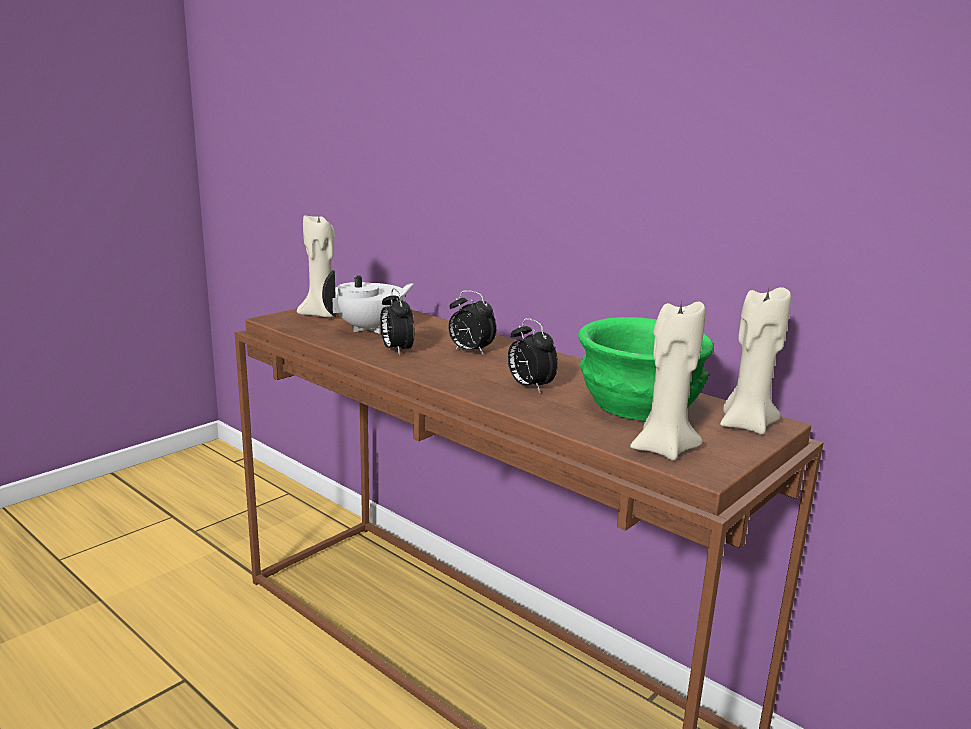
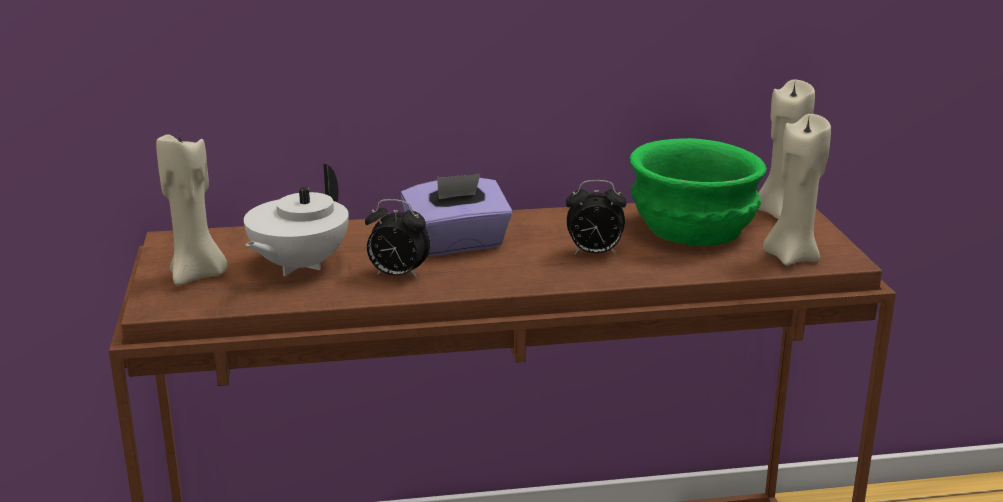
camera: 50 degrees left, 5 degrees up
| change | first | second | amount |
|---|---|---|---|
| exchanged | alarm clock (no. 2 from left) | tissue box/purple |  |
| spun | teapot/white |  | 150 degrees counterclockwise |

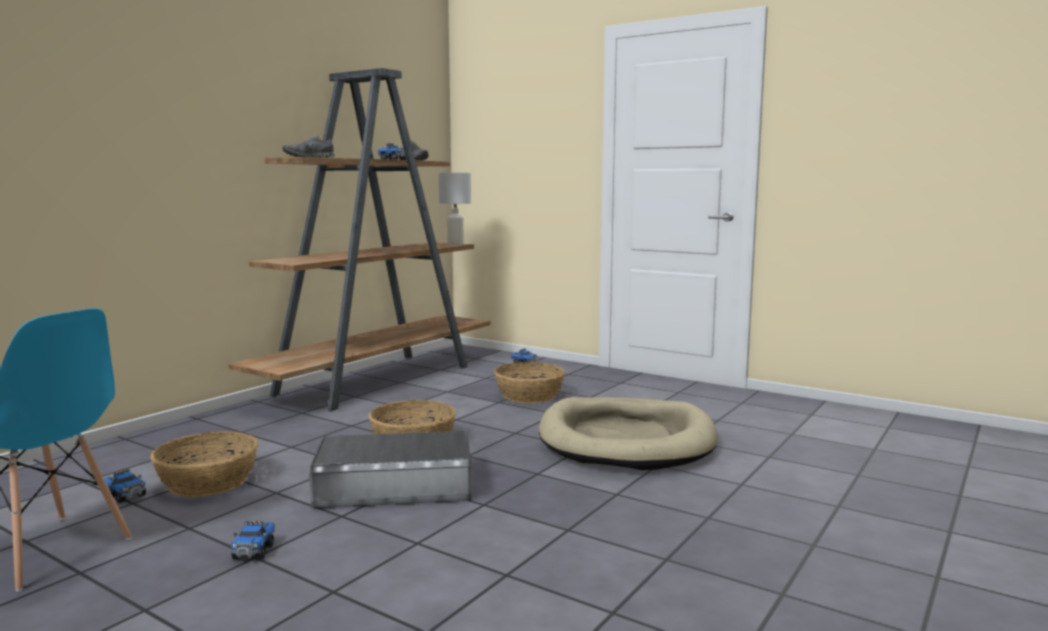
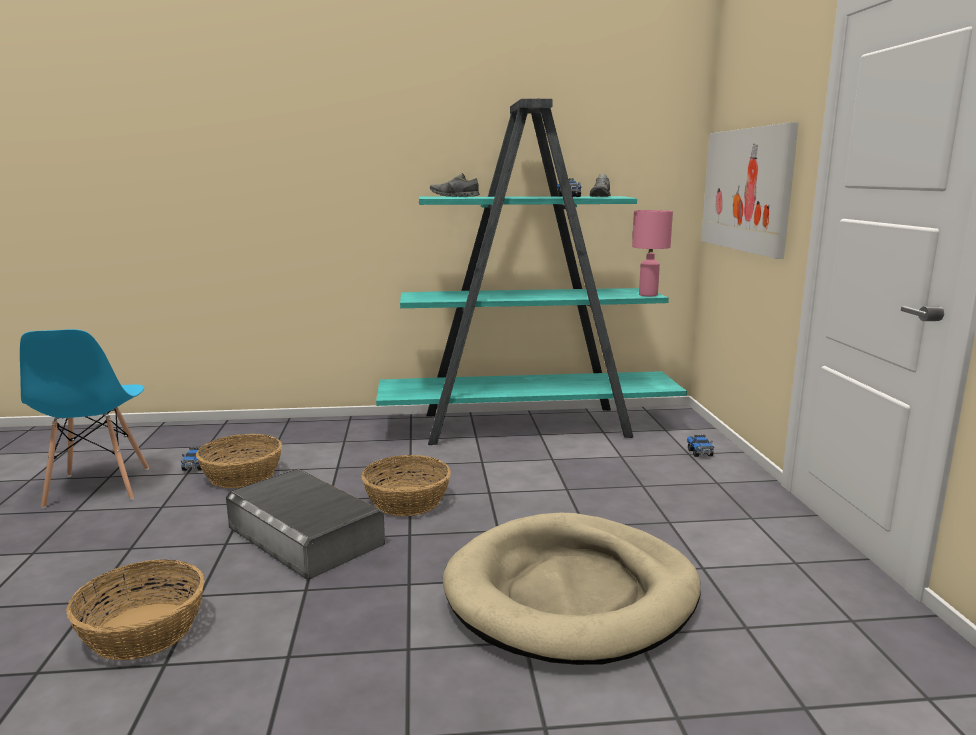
camera: 50 degrees right, 5 degrees up
| change | first | second | amount |
|---|---|---|---|
| missing | toy truck (no. 2 from left) |  |  |
| appeared |  | picture |  |
| relocated | basket (no. 3 from left in the first image) | basket (no. 1 from left) |  |
| colour | bookcase/brown | bookcase/turquoise |  |
| colour | table lamp/white | table lamp/pink |  |

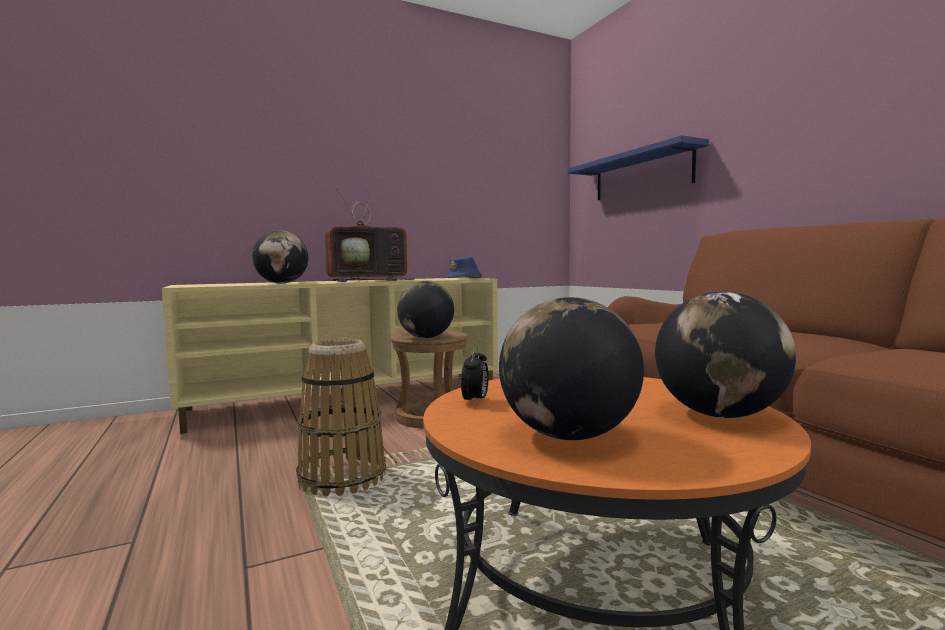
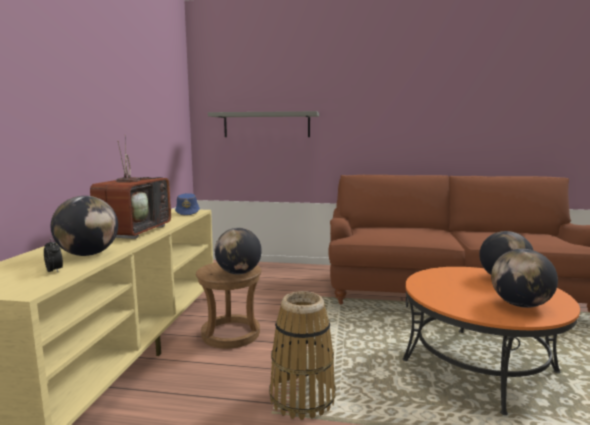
camera: 55 degrees left, 5 degrees up
| change | first | second | amount |
|---|---|---|---|
| relocated | alarm clock |  |  |
| colour | shelf/blue | shelf/grey |  |

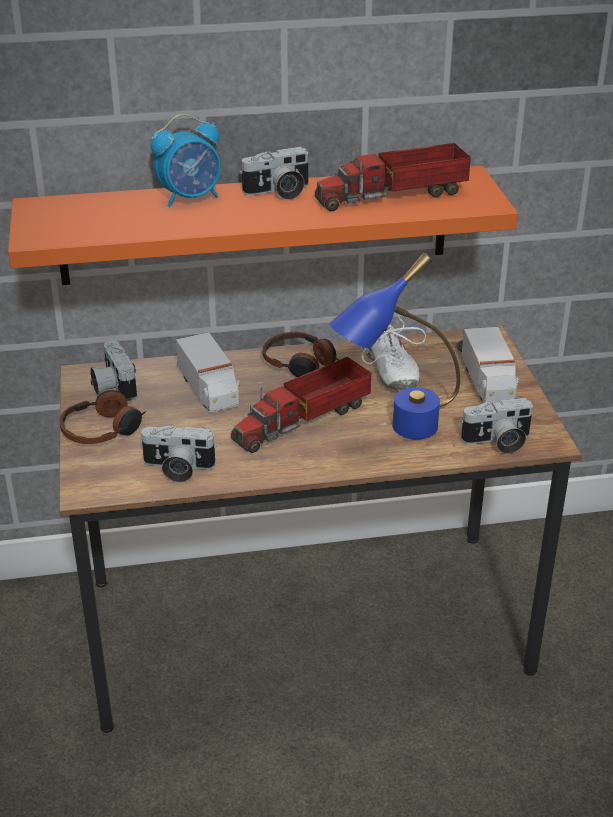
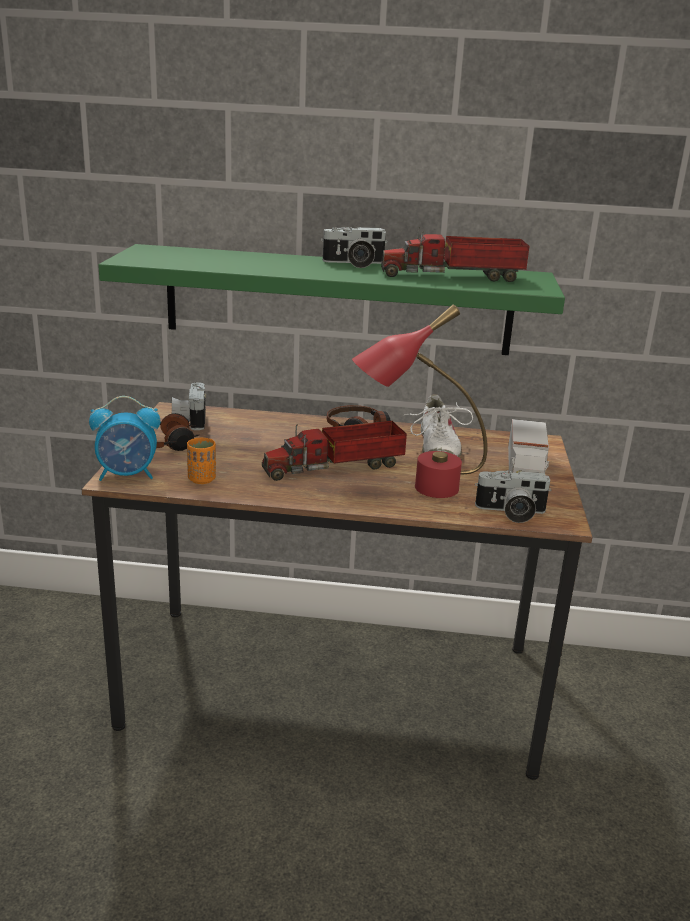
camera: 15 degrees right, 10 degrees down
| change | first | second | amount |
|---|---|---|---|
| missing | toy truck (no. 1 from left) |  |  |
| relocated | alarm clock |  |  |
| exchanged | photo camera (no. 2 from left) | cup/orange |  |
| colour | shelf/orange | shelf/green |  |
| colour | table lamp/blue | table lamp/red |  |

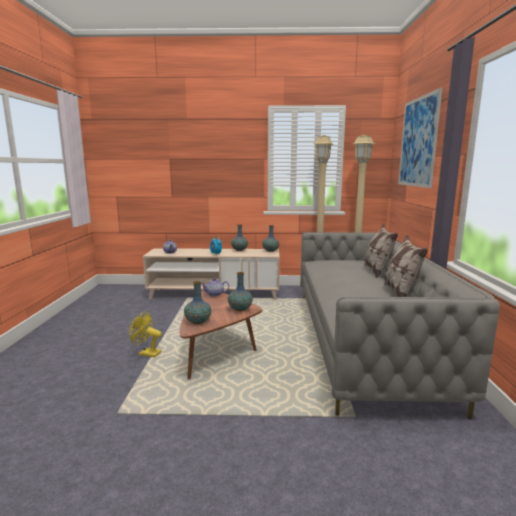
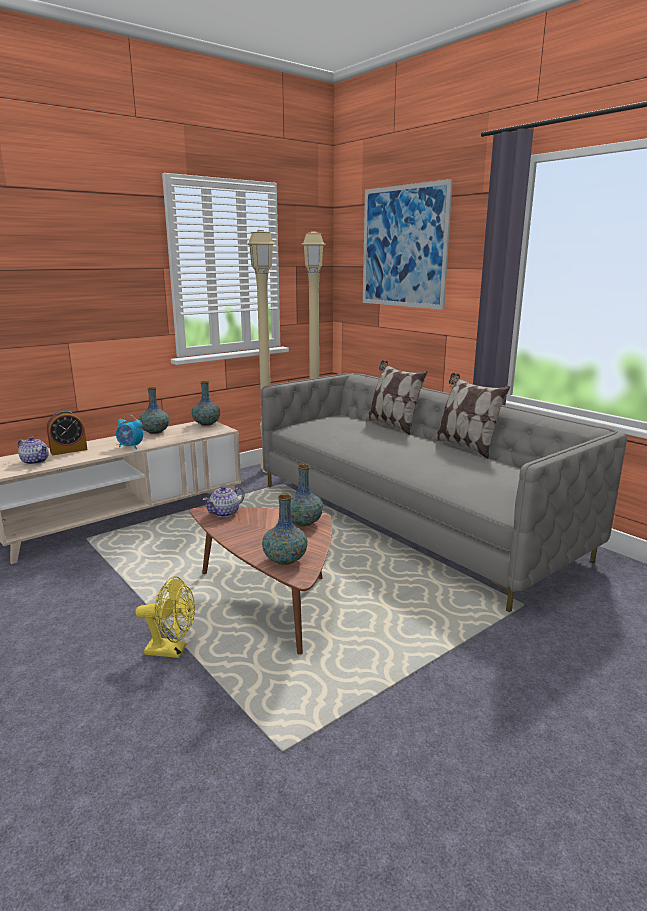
camera: 40 degrees left, 5 degrees up
| change | first | second | amount |
|---|---|---|---|
| appeared |  | alarm clock (no. 1 from left) |  |
| spun | fan/yellow |  | 150 degrees counterclockwise |

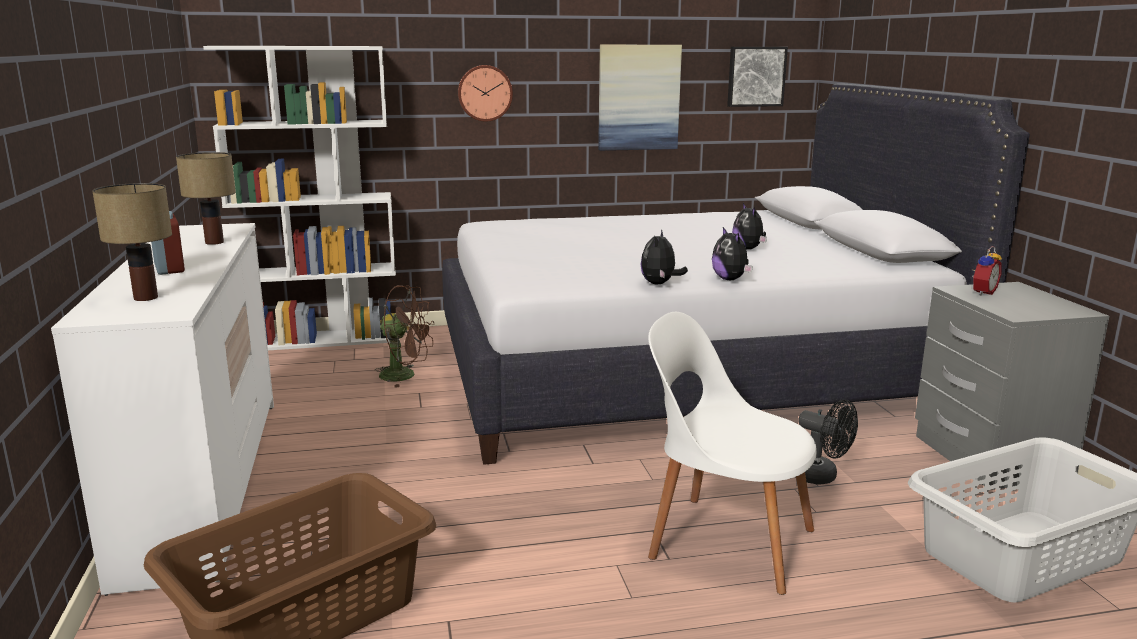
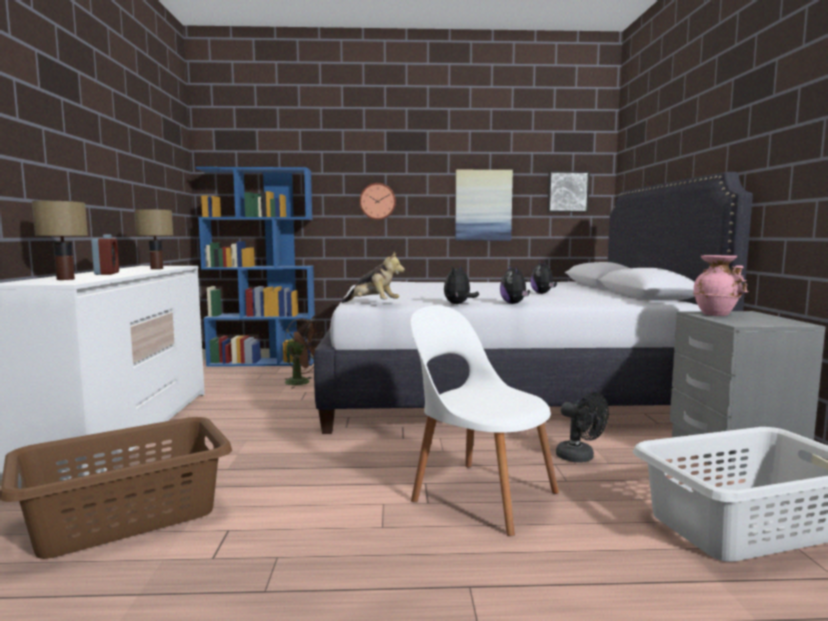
camera: 10 degrees right, 10 degrees down
| change | first | second | amount |
|---|---|---|---|
| appeared |  | plush toy (no. 1 from left) |  |
| exchanged | alarm clock (no. 2 from left) | vase/pink |  |
| colour | bookcase/white | bookcase/blue |  |

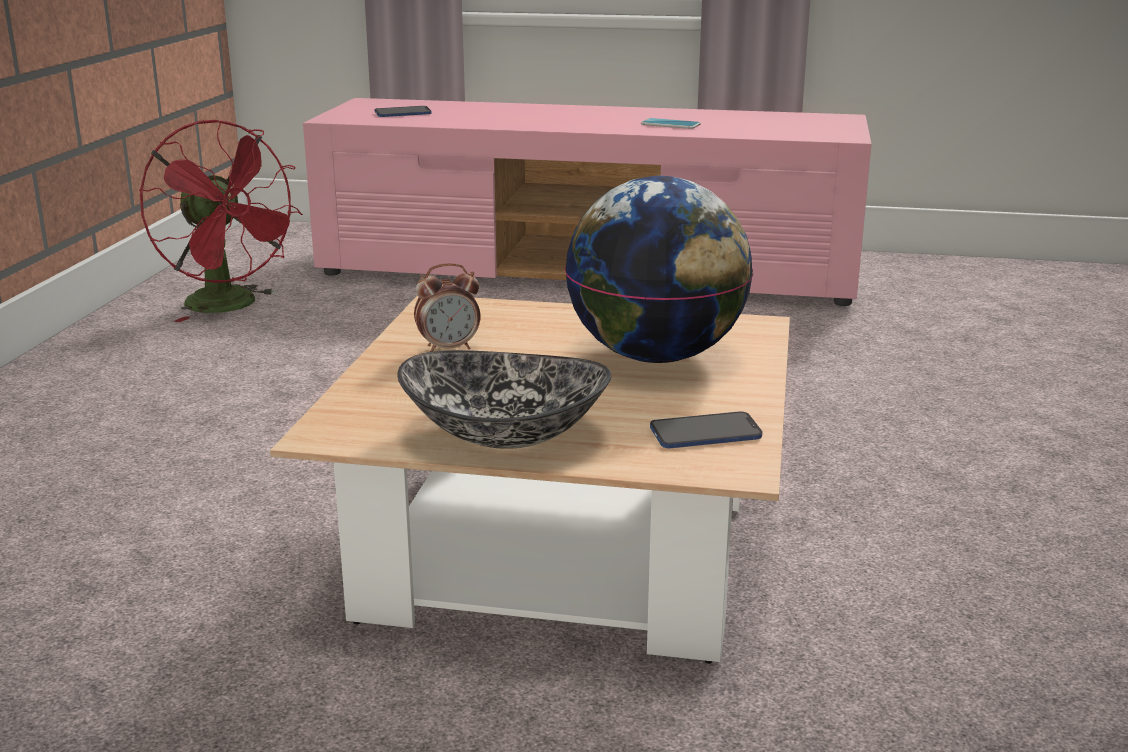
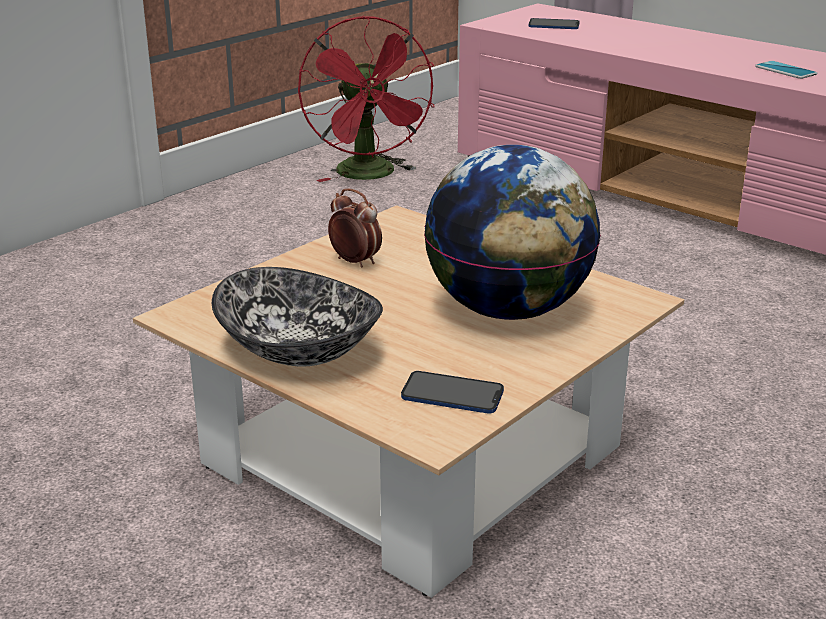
camera: 30 degrees right, 5 degrees up
| change | first | second | amount |
|---|---|---|---|
| spun | alarm clock |  | 150 degrees counterclockwise |

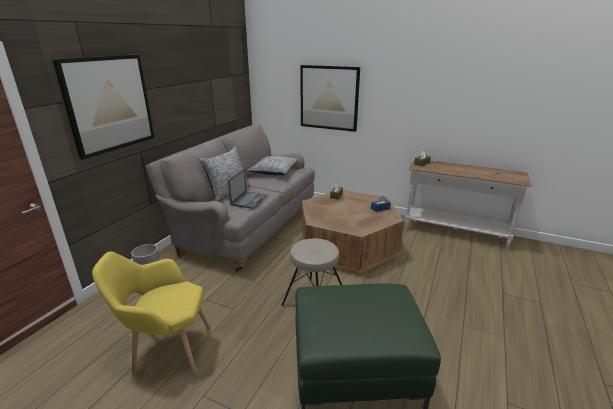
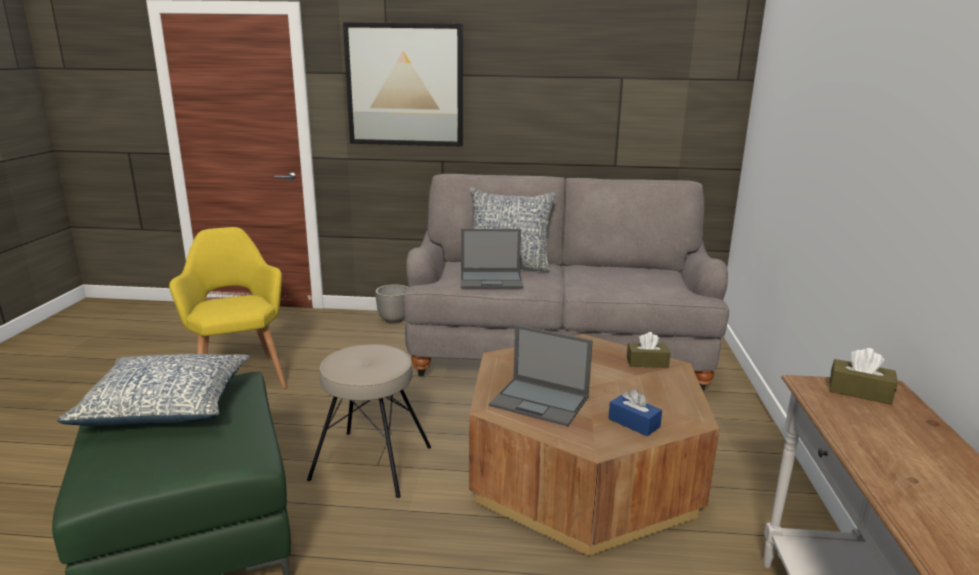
camera: 70 degrees right, 5 degrees down
| change | first | second | amount |
|---|---|---|---|
| missing | picture (no. 2 from left) |  |  |
| appeared |  | laptop (no. 2 from left) |  |
| relocated | pillow (no. 2 from left in the first image) | pillow (no. 1 from left) |  |

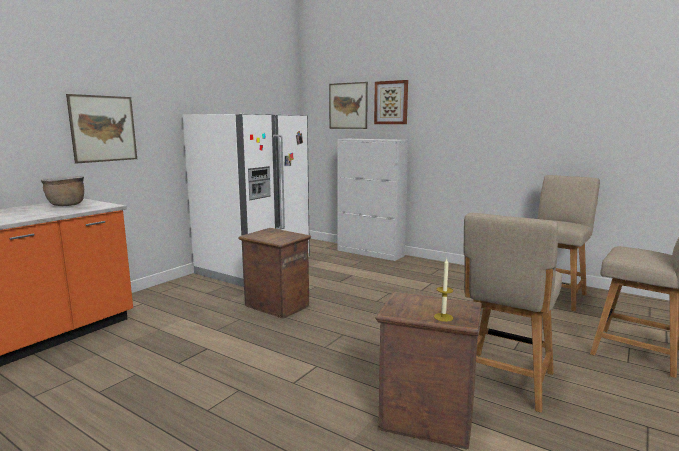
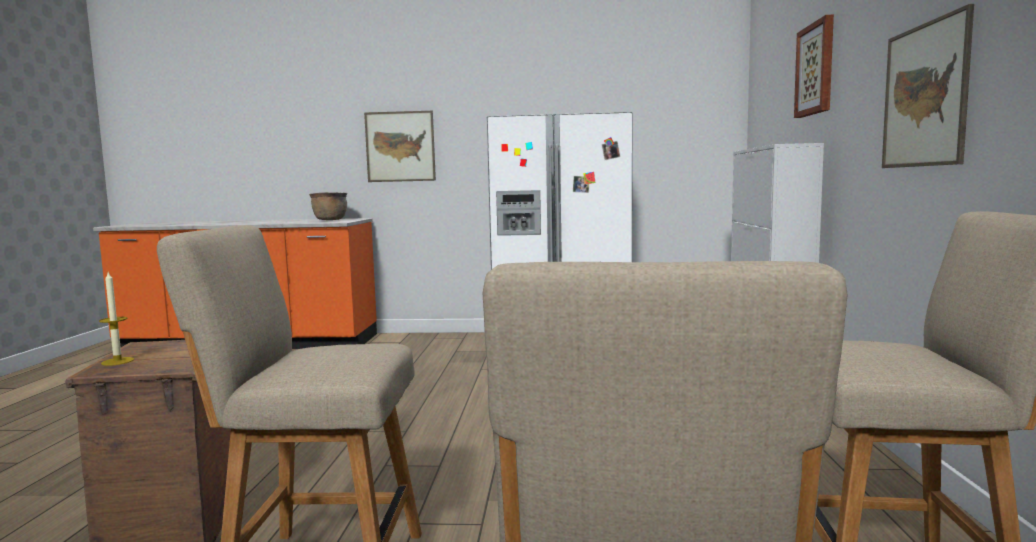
camera: 60 degrees right, 5 degrees down
| change | first | second | amount |
|---|---|---|---|
| missing | crate (no. 1 from left) |  |  |
| relocated | picture (no. 2 from left in the first image) | picture (no. 3 from left) |  |

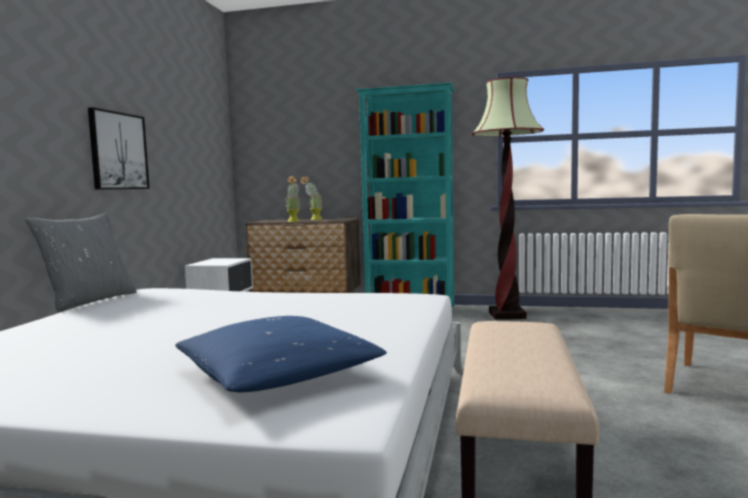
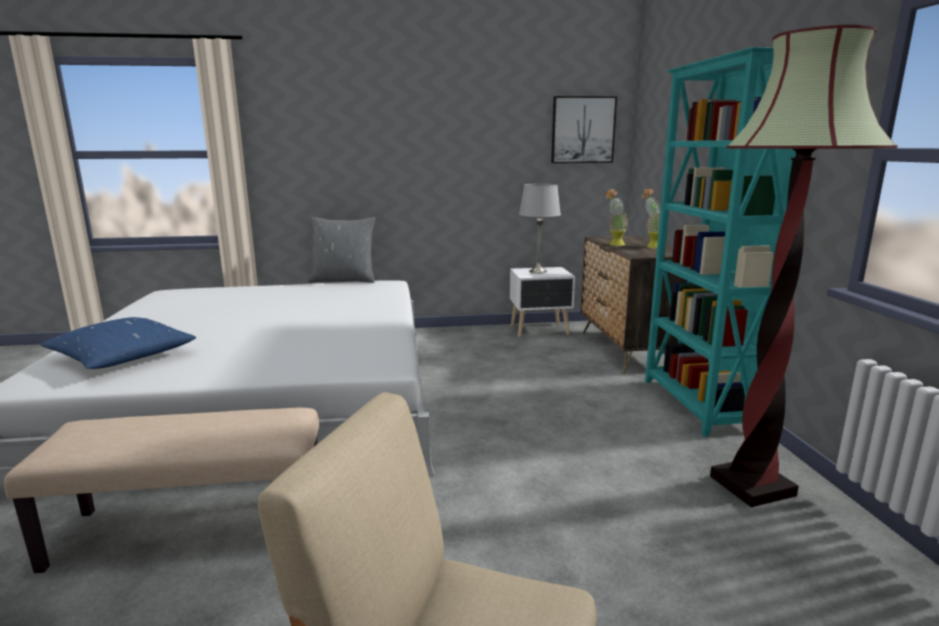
camera: 70 degrees right, 10 degrees up
| change | first | second | amount |
|---|---|---|---|
| appeared |  | table lamp/grey |  |
| relocated | picture |  |  |

